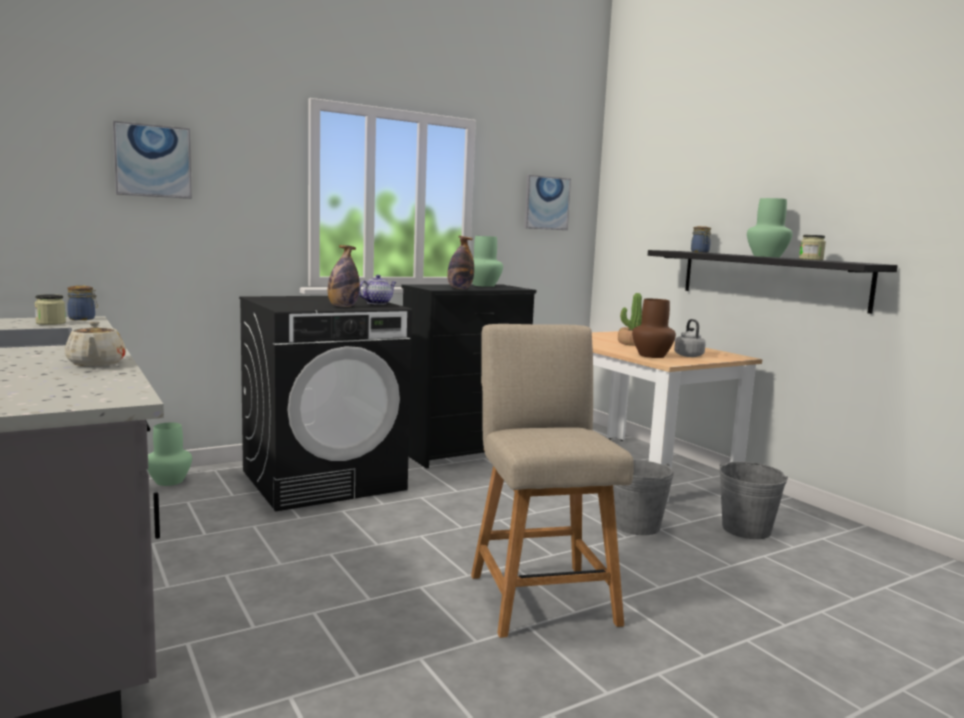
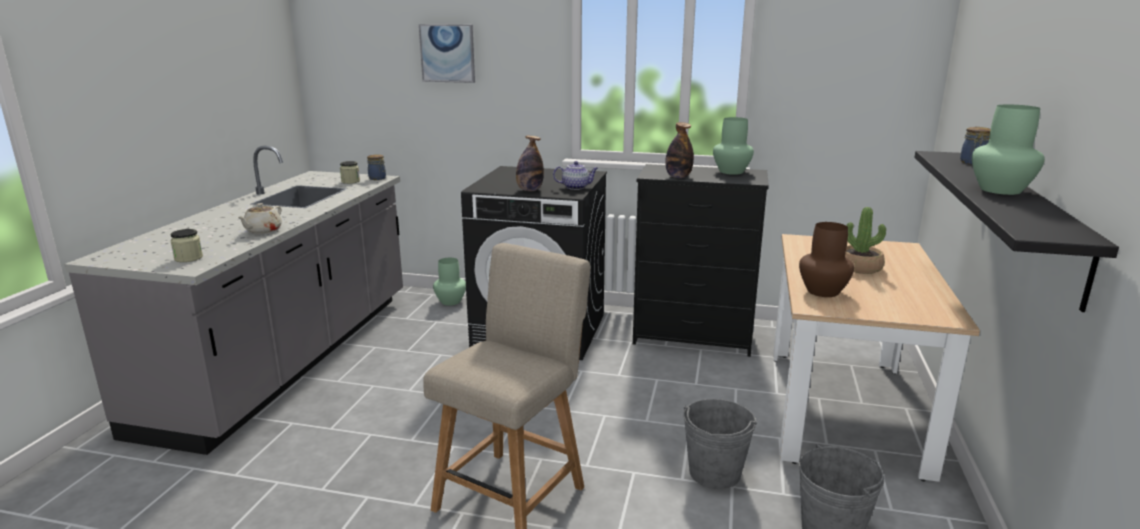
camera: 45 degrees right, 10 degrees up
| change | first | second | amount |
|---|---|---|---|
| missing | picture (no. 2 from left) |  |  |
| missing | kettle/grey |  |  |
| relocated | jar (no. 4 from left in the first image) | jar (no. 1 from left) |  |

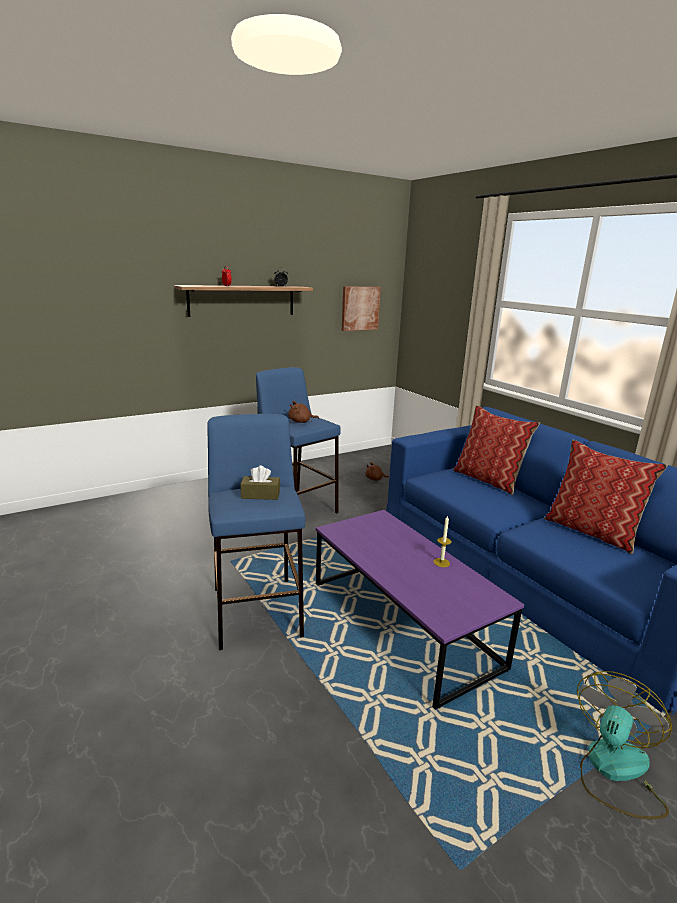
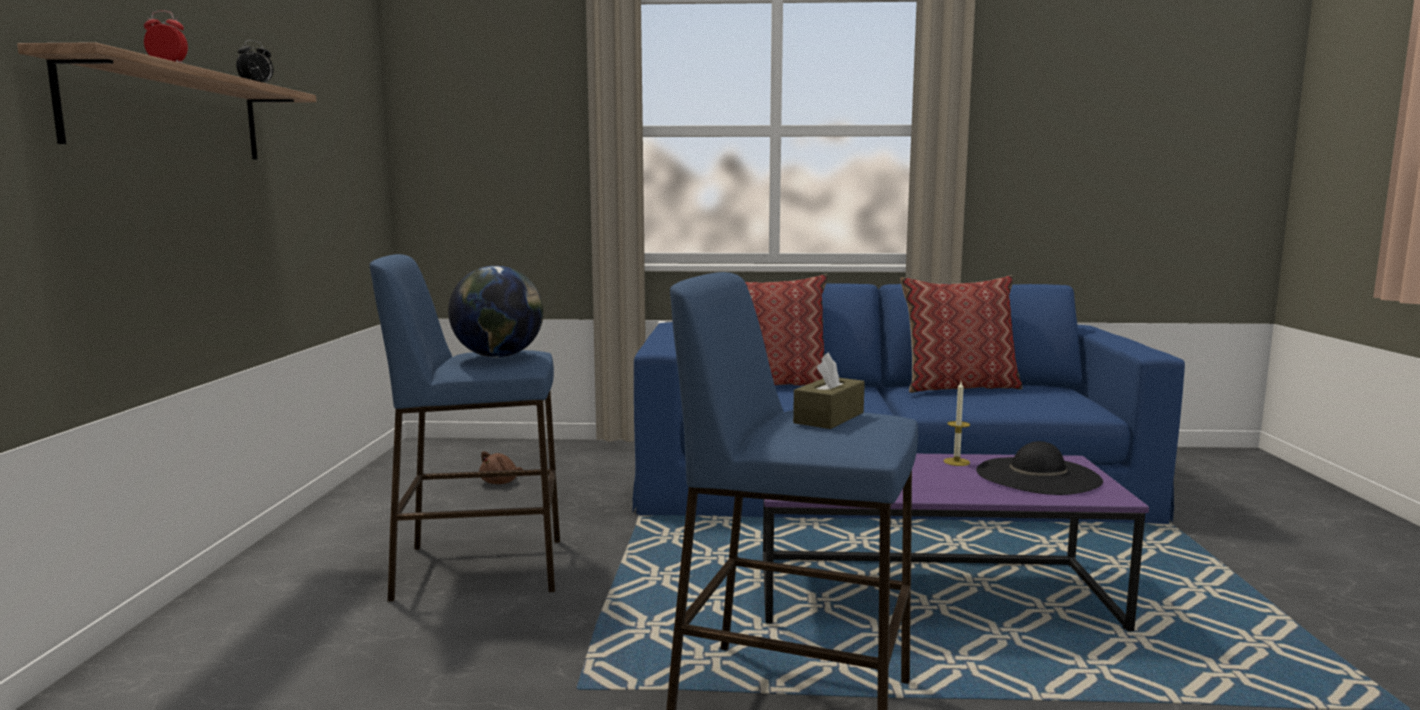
camera: 55 degrees left, 10 degrees down
| change | first | second | amount |
|---|---|---|---|
| missing | picture |  |  |
| missing | fan |  |  |
| appeared |  | hat/black |  |
| exchanged | plush toy/brown (no. 1 from left) | globe |  |

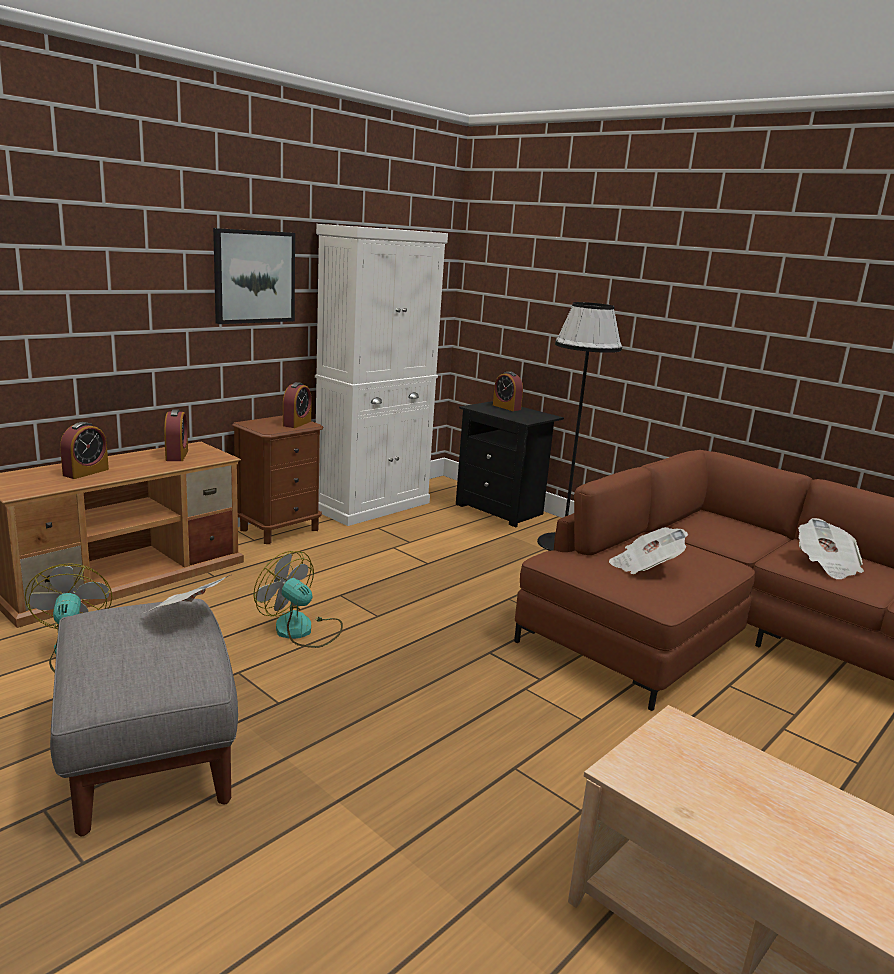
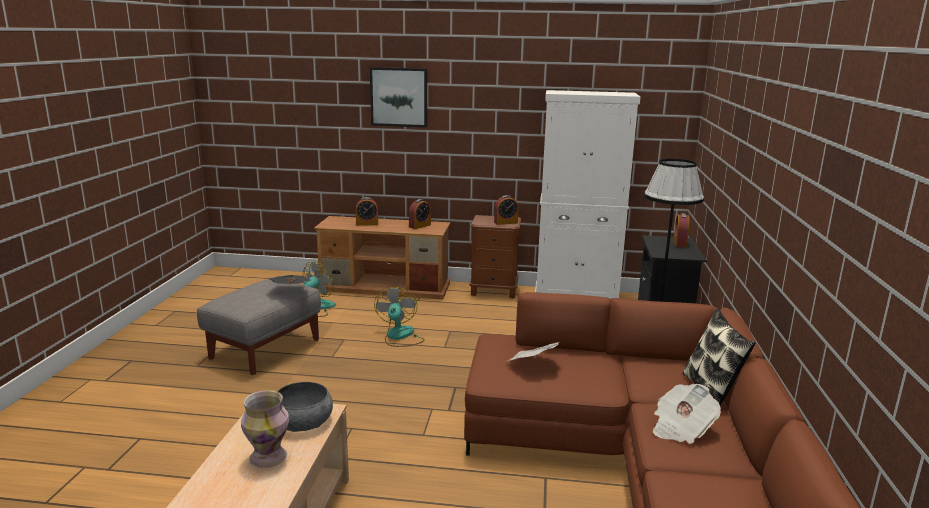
camera: 55 degrees right, 0 degrees up
| change | first | second | amount |
|---|---|---|---|
| appeared |  | vase |  |
| appeared |  | bowl/grey |  |
| appeared |  | pillow |  |
| relocated | picture |  |  |

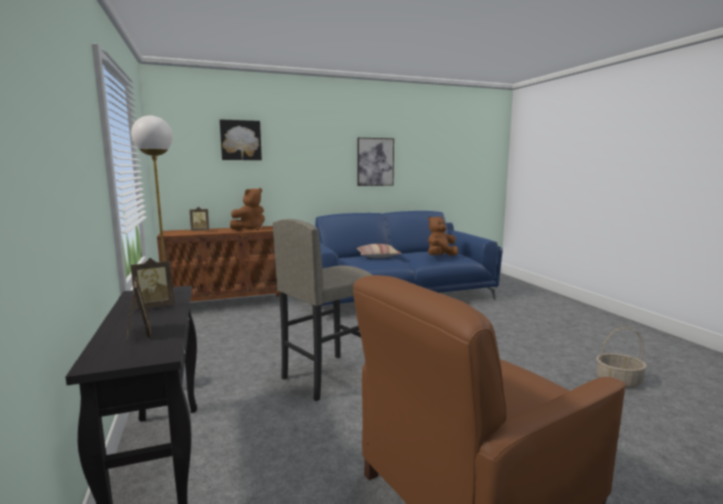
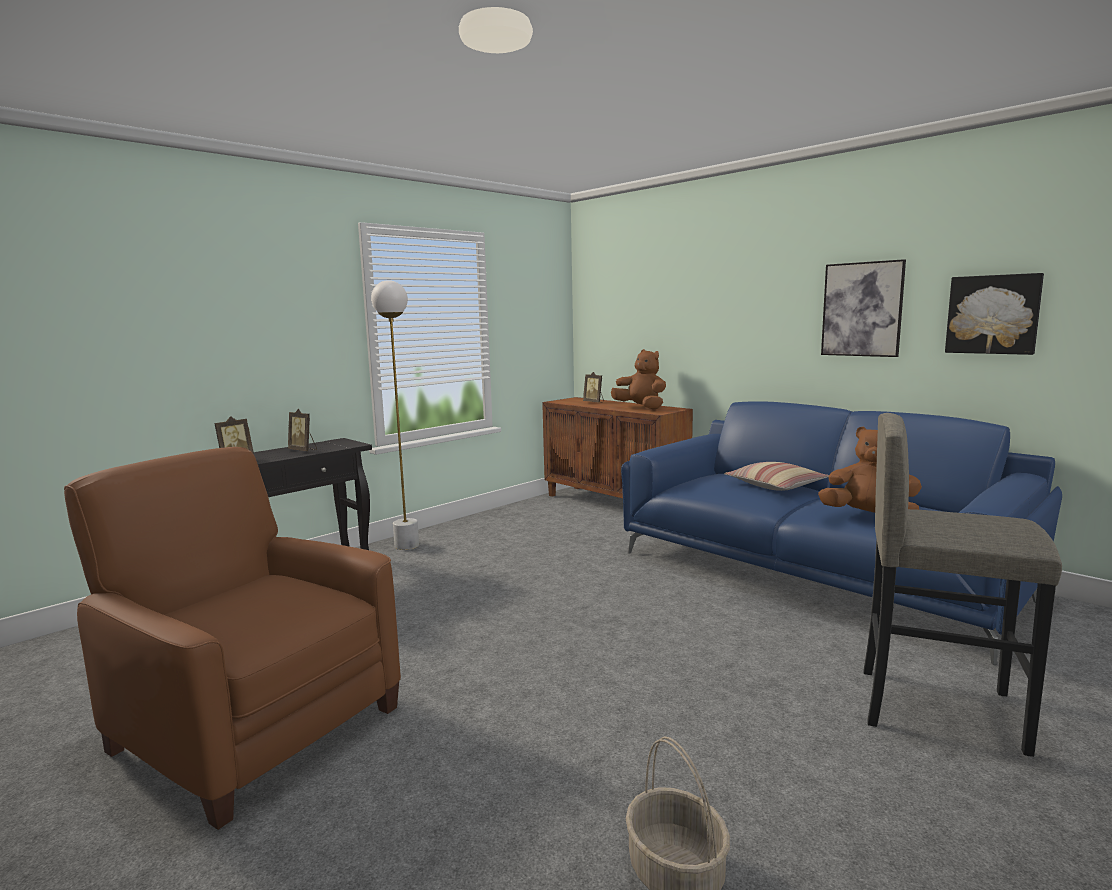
camera: 65 degrees right, 0 degrees up
| change | first | second | amount |
|---|---|---|---|
| relocated | picture (no. 1 from left in the first image) | picture (no. 2 from left) |  |
| relocated | stool/grey |  |  |
| spun | plush toy/brown (no. 1 from left) |  | 150 degrees counterclockwise |

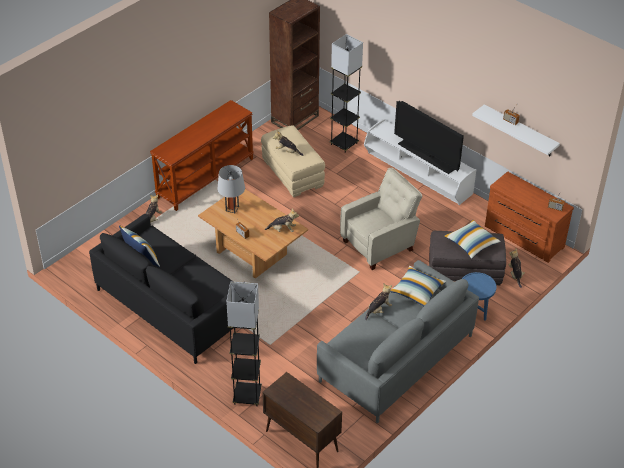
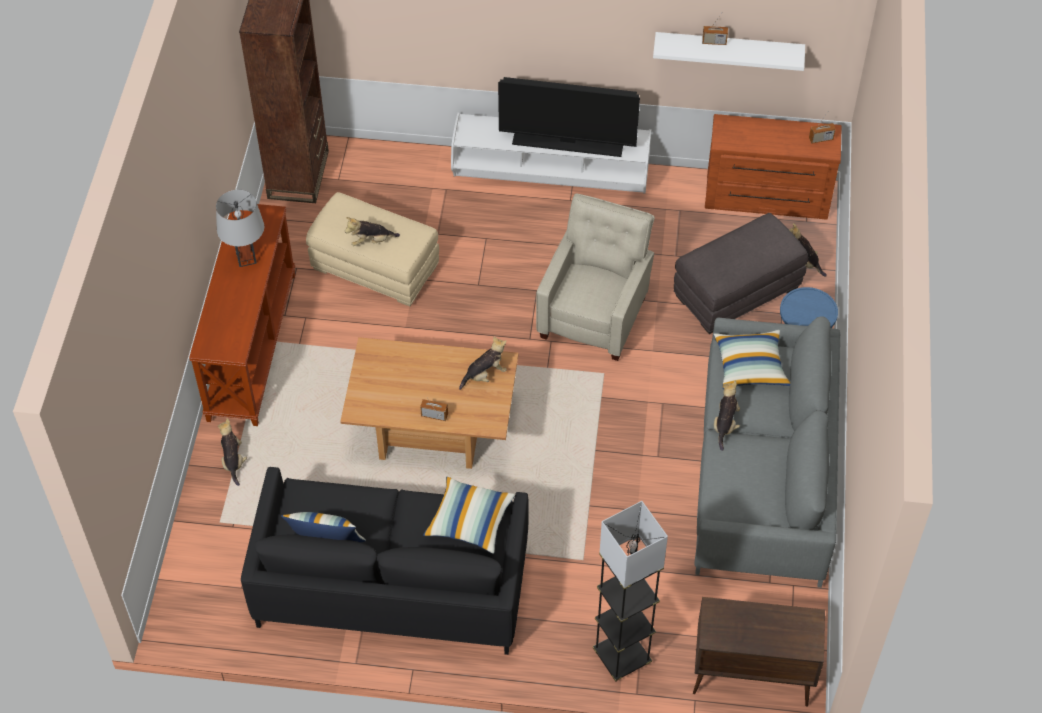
camera: 35 degrees left, 10 degrees up
| change | first | second | amount |
|---|---|---|---|
| missing | floor lamp/grey (no. 2 from left) |  |  |
| relocated | table lamp/grey |  |  |
| relocated | pillow (no. 3 from left in the first image) | pillow (no. 2 from left) |  |

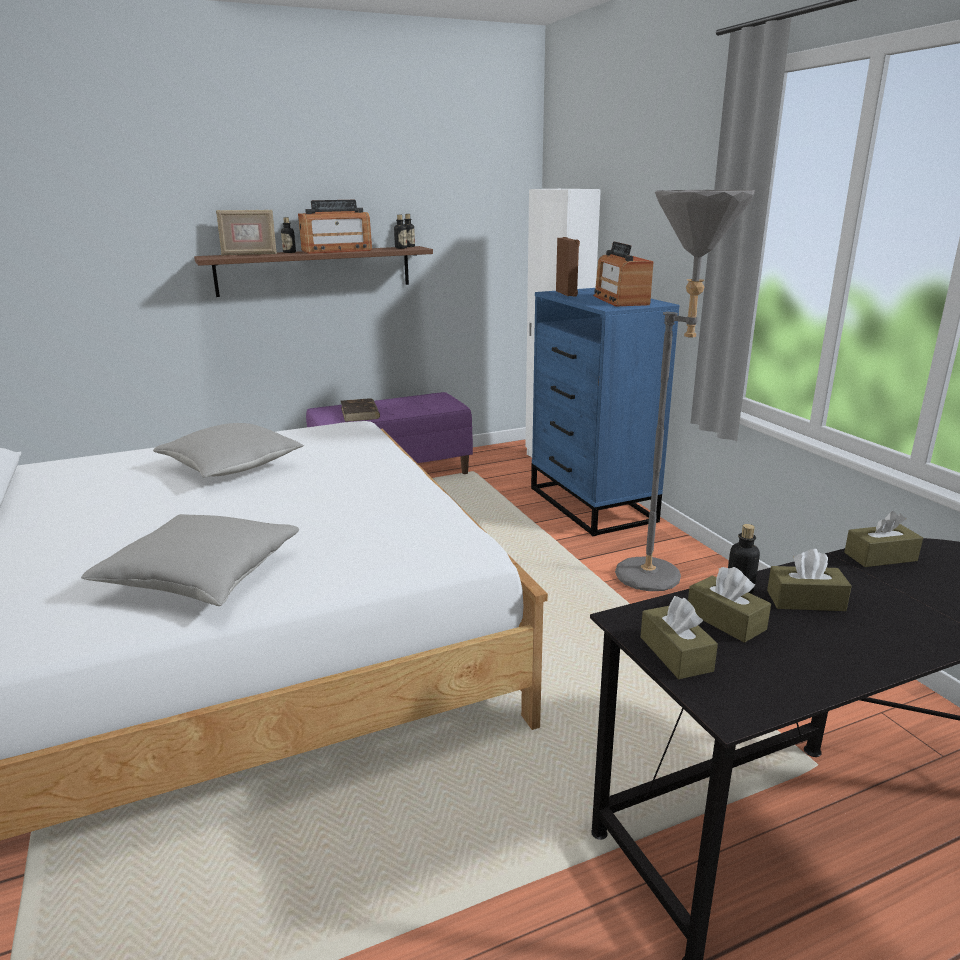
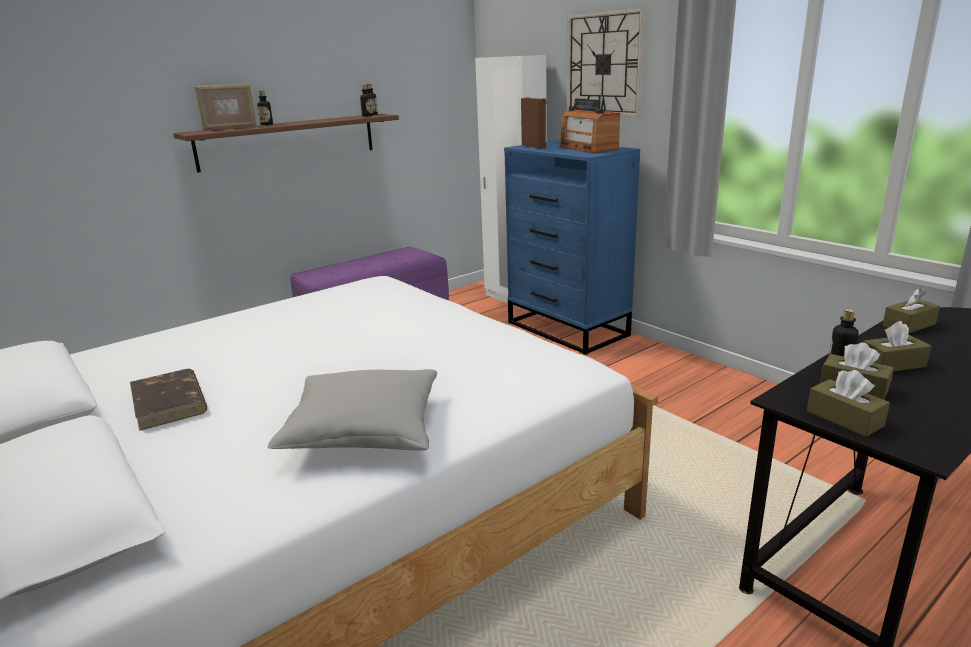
camera: 15 degrees left, 0 degrees up
| change | first | second | amount |
|---|---|---|---|
| missing | pillow/grey (no. 2 from left) |  |  |
| missing | radio (no. 1 from left) |  |  |
| missing | floor lamp/grey |  |  |
| appeared |  | wall clock |  |
| relocated | book/brown |  |  |

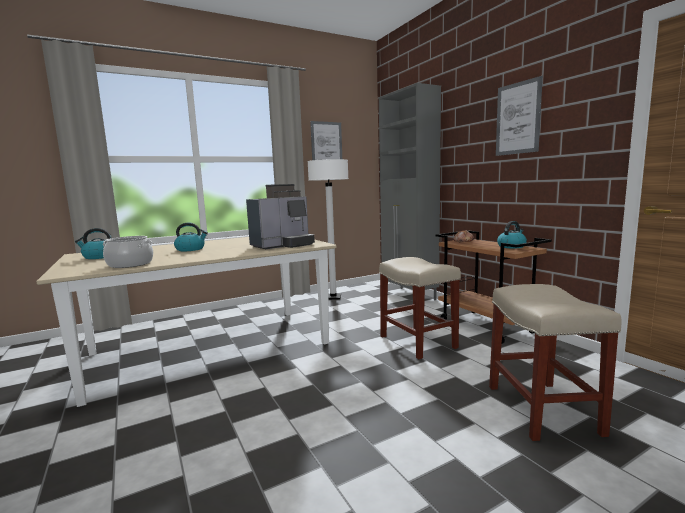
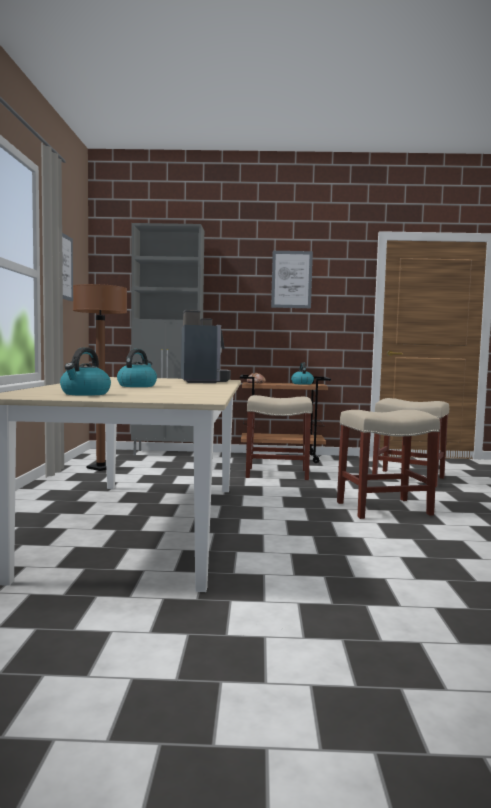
camera: 60 degrees left, 5 degrees down
| change | first | second | amount |
|---|---|---|---|
| missing | cooking pot |  |  |
| appeared |  | stool/beige (no. 2 from left) |  |
| colour | floor lamp/white | floor lamp/brown |  |

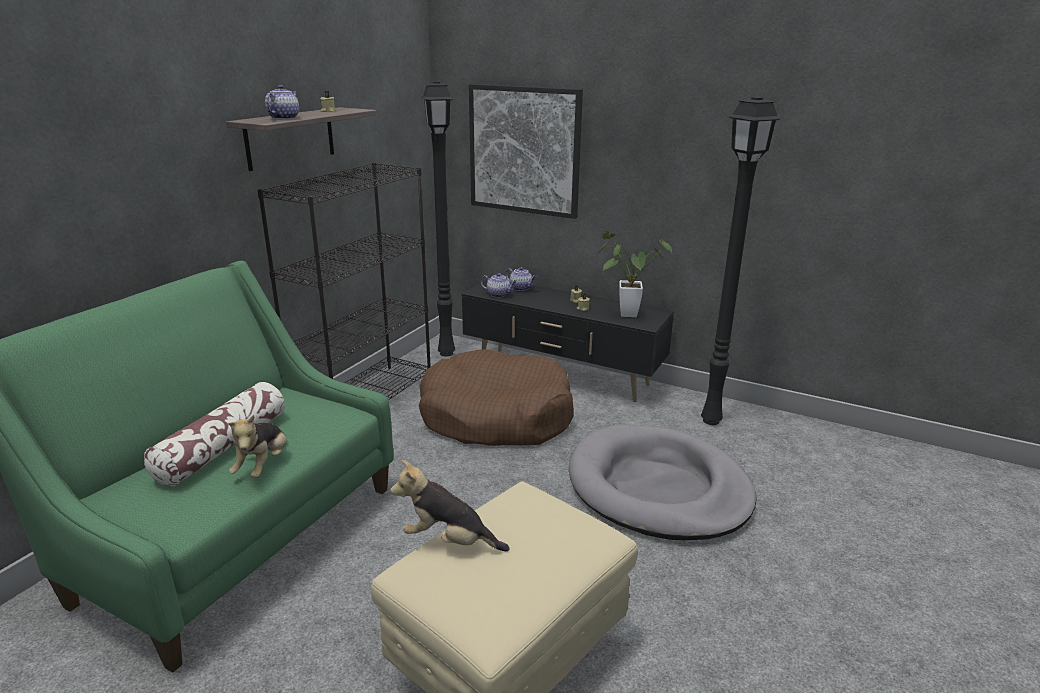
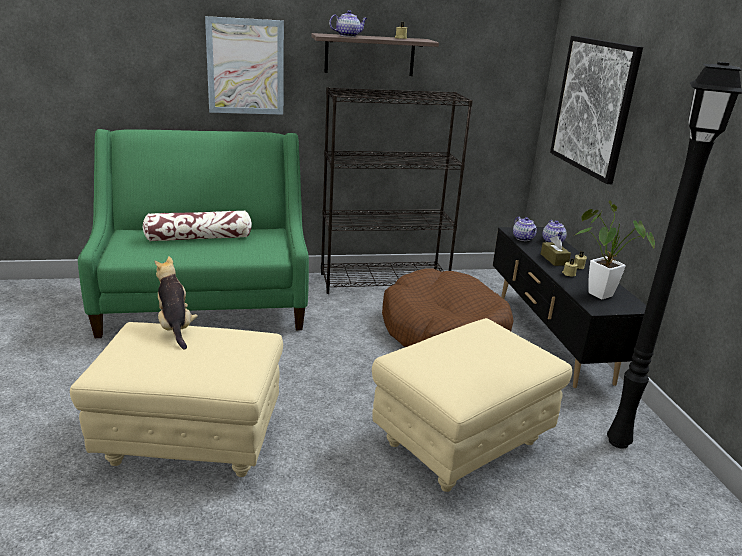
camera: 50 degrees right, 0 degrees up
| change | first | second | amount |
|---|---|---|---|
| missing | plush toy (no. 1 from left) |  |  |
| missing | floor lamp/black (no. 1 from left) |  |  |
| appeared |  | picture (no. 1 from left) |  |
| appeared |  | tissue box/brown |  |
| exchanged | dog bed/grey | ottoman/beige (no. 2 from left) |  |

